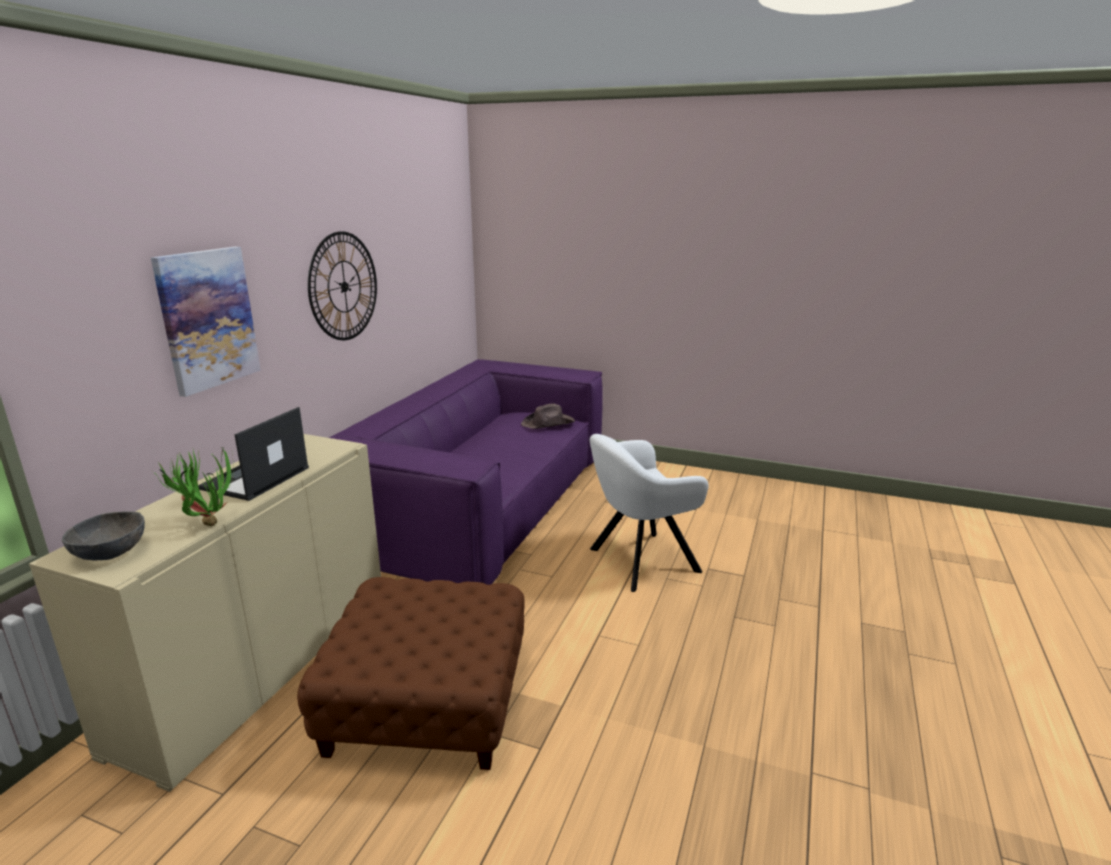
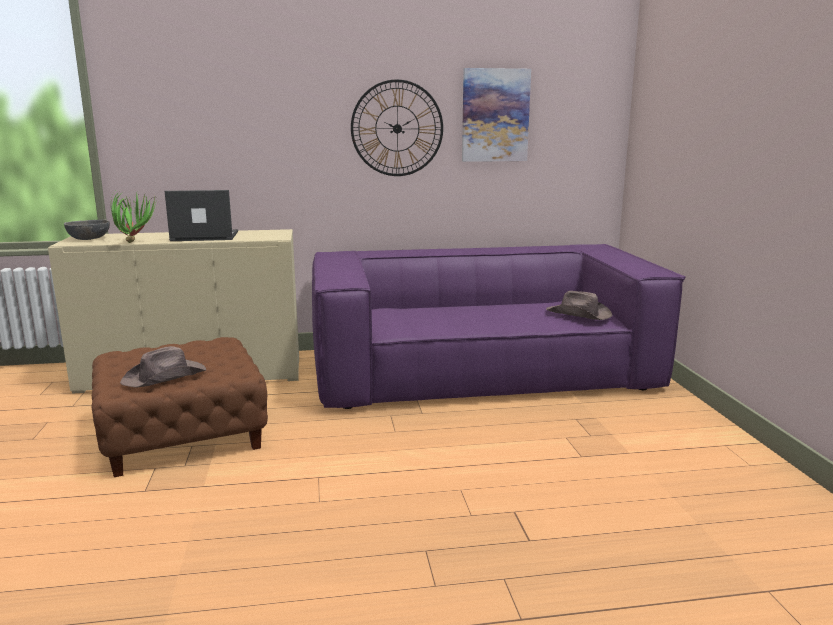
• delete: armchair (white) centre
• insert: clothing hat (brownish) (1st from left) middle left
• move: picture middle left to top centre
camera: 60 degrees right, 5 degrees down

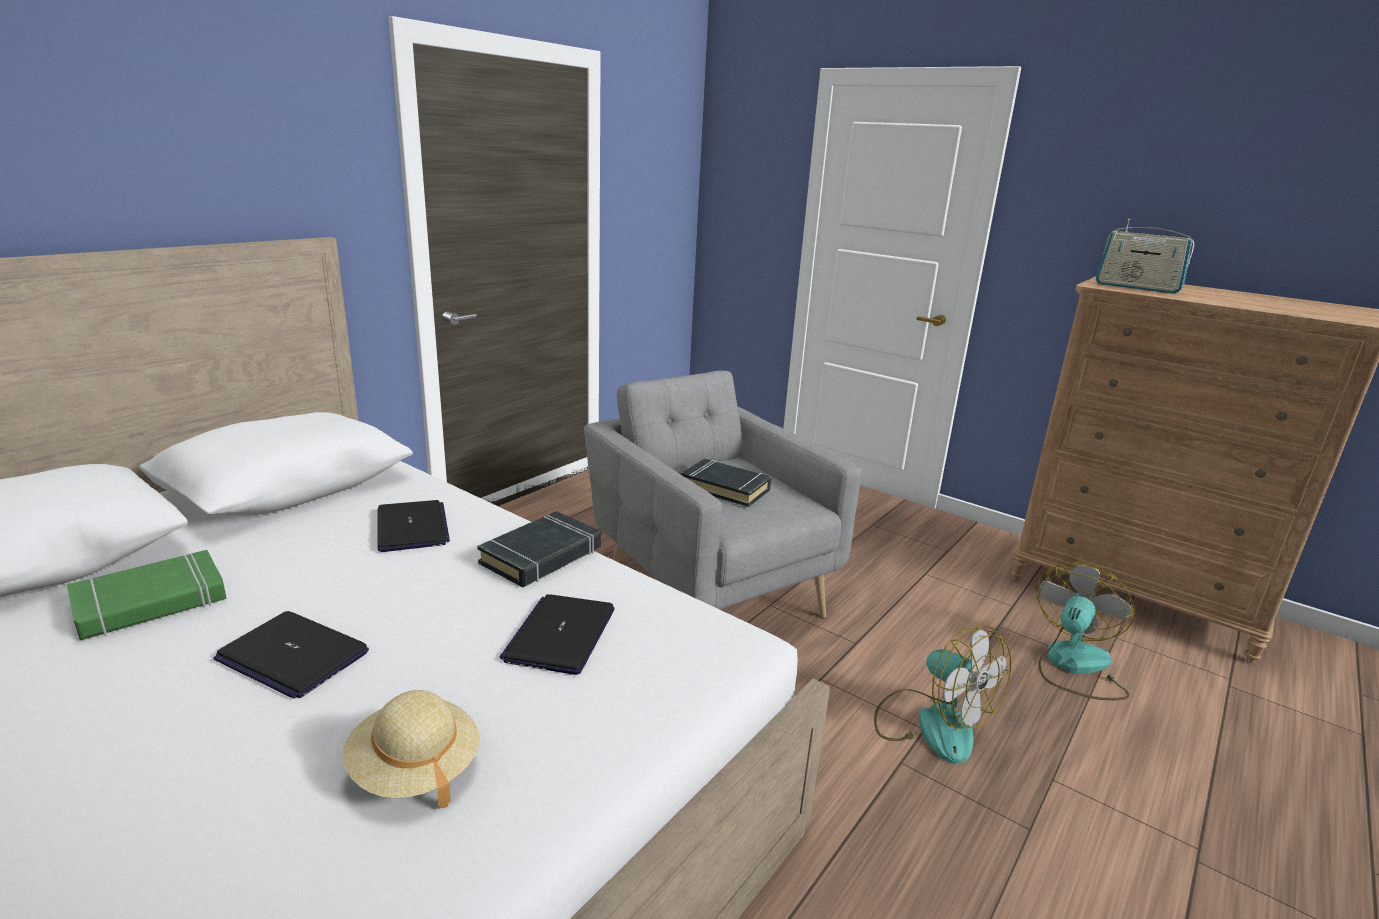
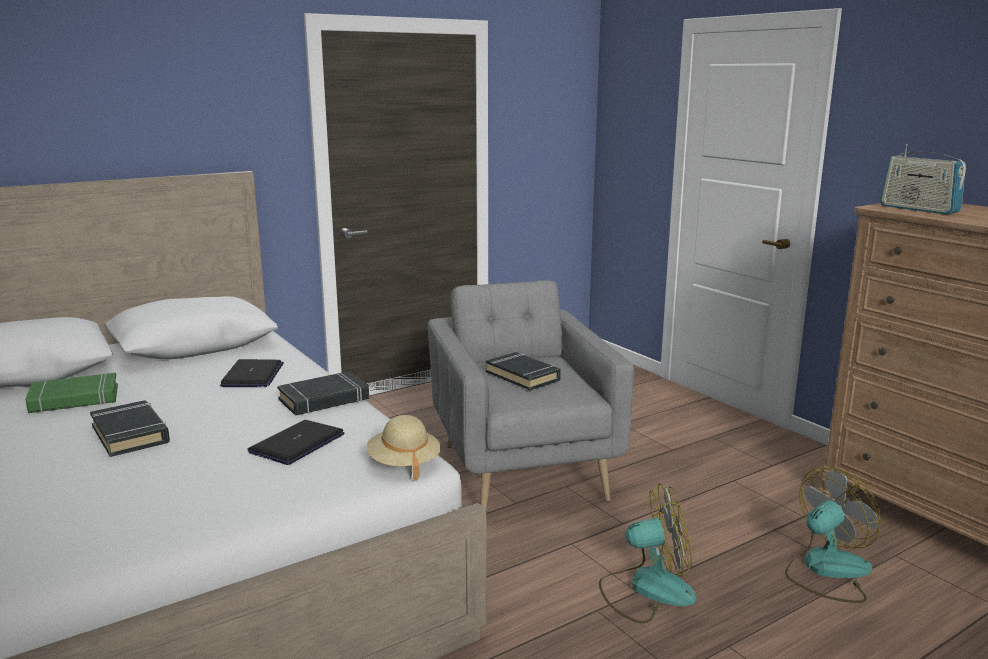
• move: clothing hat (beige) bottom left to bottom centre
• replace: portable computer (1st from left) bottom left to book (black) (1st from left) middle left
• rotate: electric fan (1st from left) bottom right = bottom centre 75 degrees counterclockwise
camera: 20 degrees right, 5 degrees down

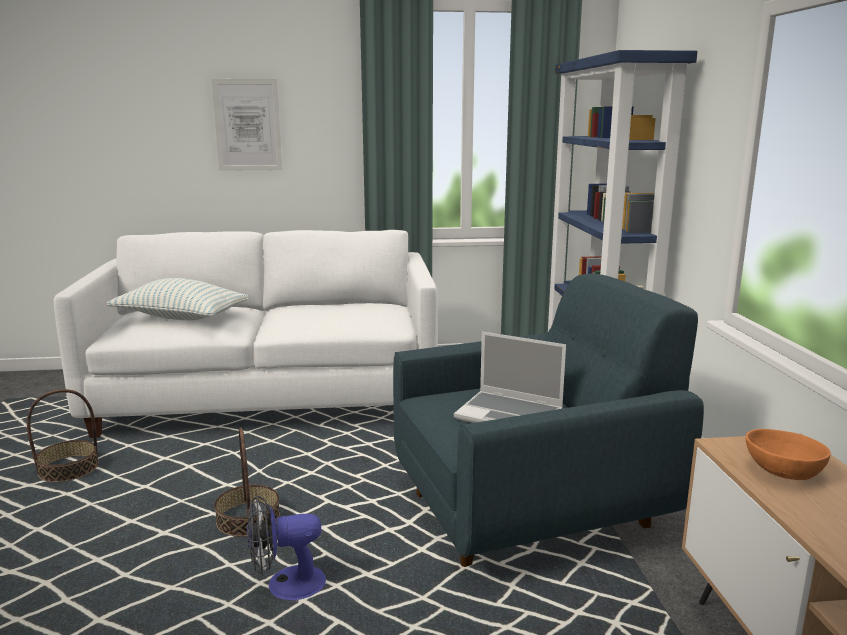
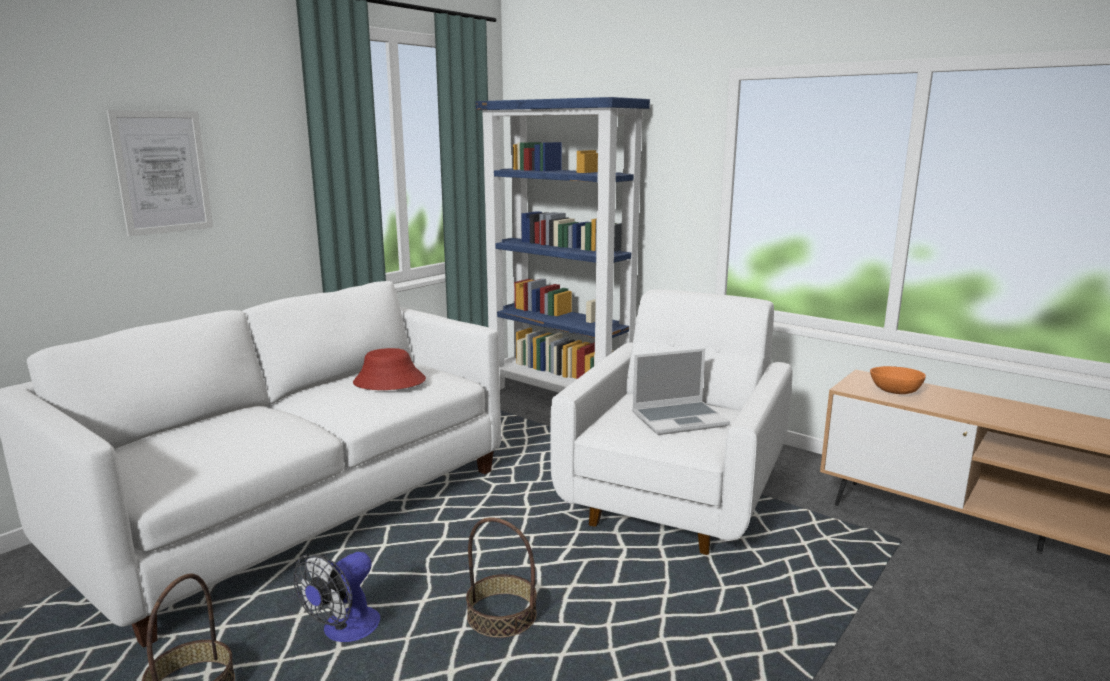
• delete: pillow middle left
• insert: clothing hat (red) centre
• move: electric fan bottom centre to bottom left
• recolor: armchair (blue-coloured) centre to armchair (white) centre
camera: 45 degrees left, 0 degrees up

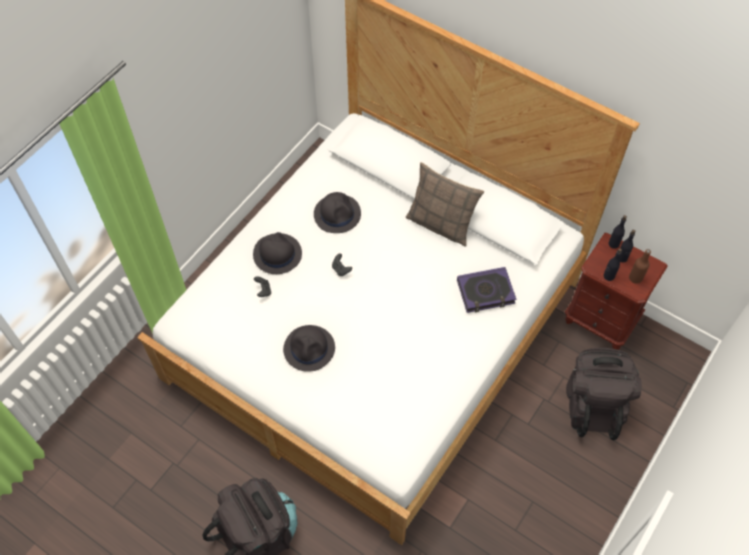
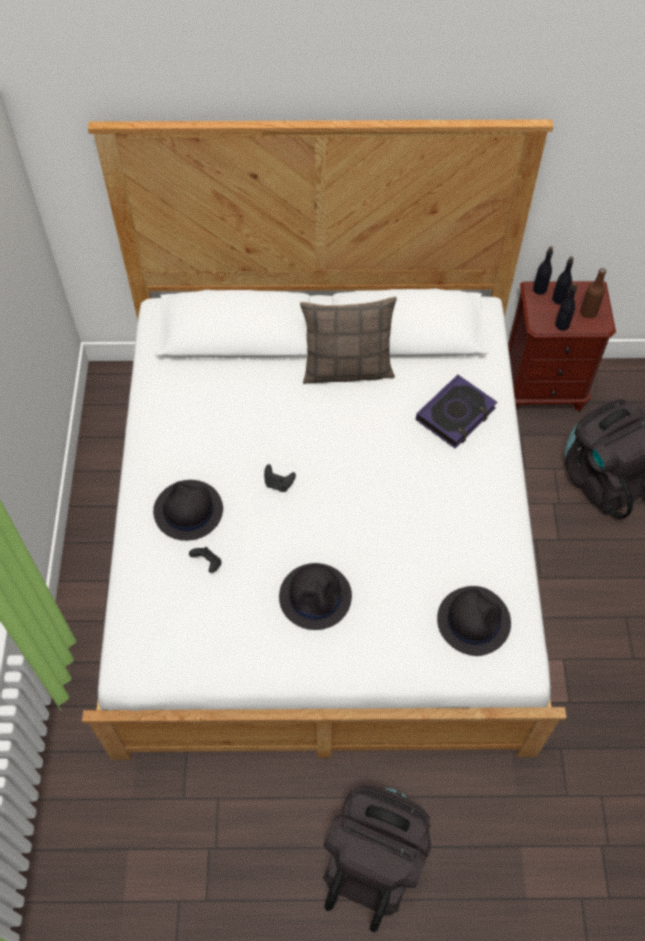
• move: clothing hat (black) (3rd from left) centre to middle right
camera: 35 degrees left, 0 degrees up

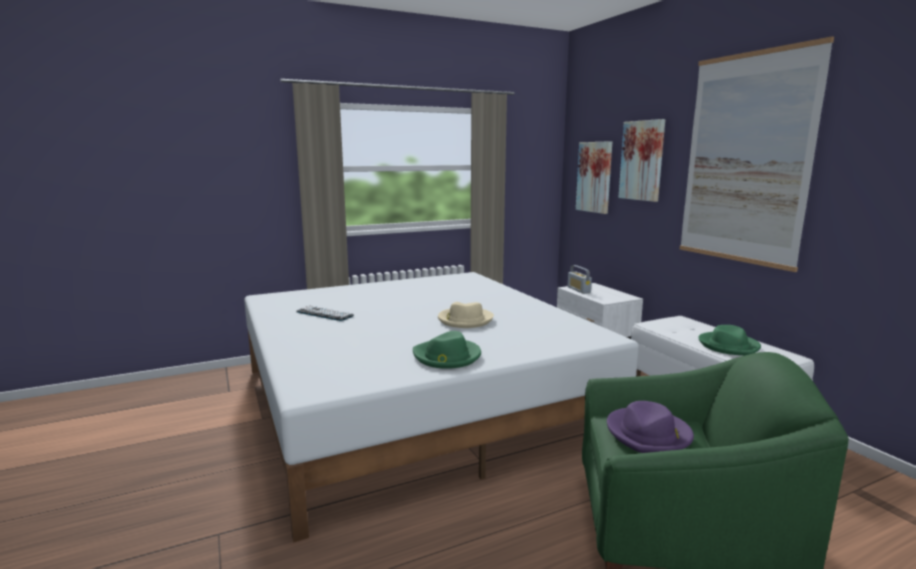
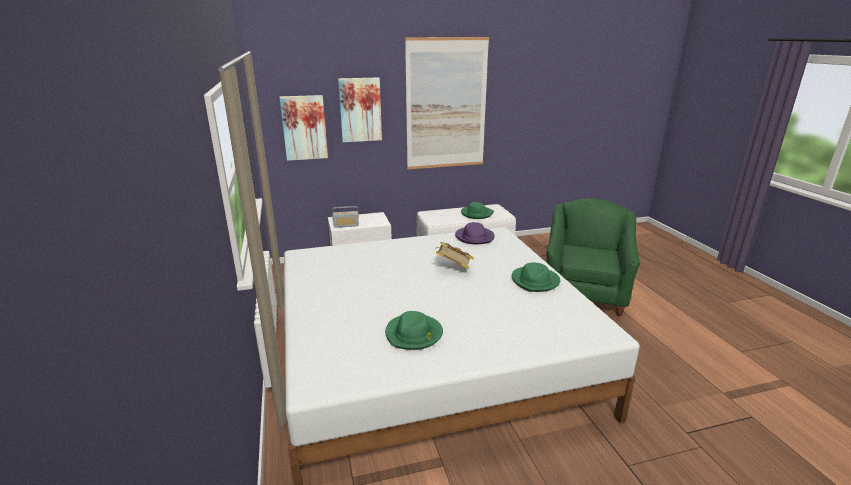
• move: clothing hat (purplish) bottom right to centre
• replace: keyboard centre to clothing hat (green) (1st from left) bottom centre
• replace: clothing hat (beige) centre to book centre
camera: 80 degrees left, 10 degrees up

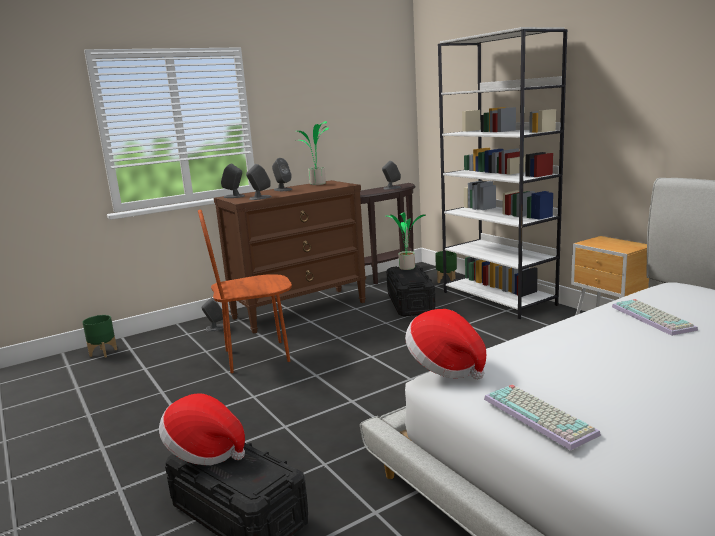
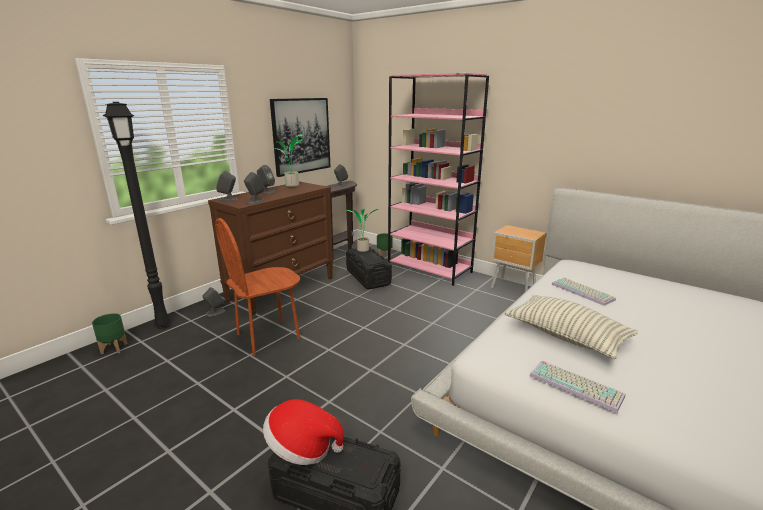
• delete: clothing hat (2nd from left) centre
• insert: standard lamp (black) middle left
• insert: picture top centre
• insert: pillow middle right
• recolor: bookcase (white) top right to bookcase (pink) centre
camera: 20 degrees left, 5 degrees up

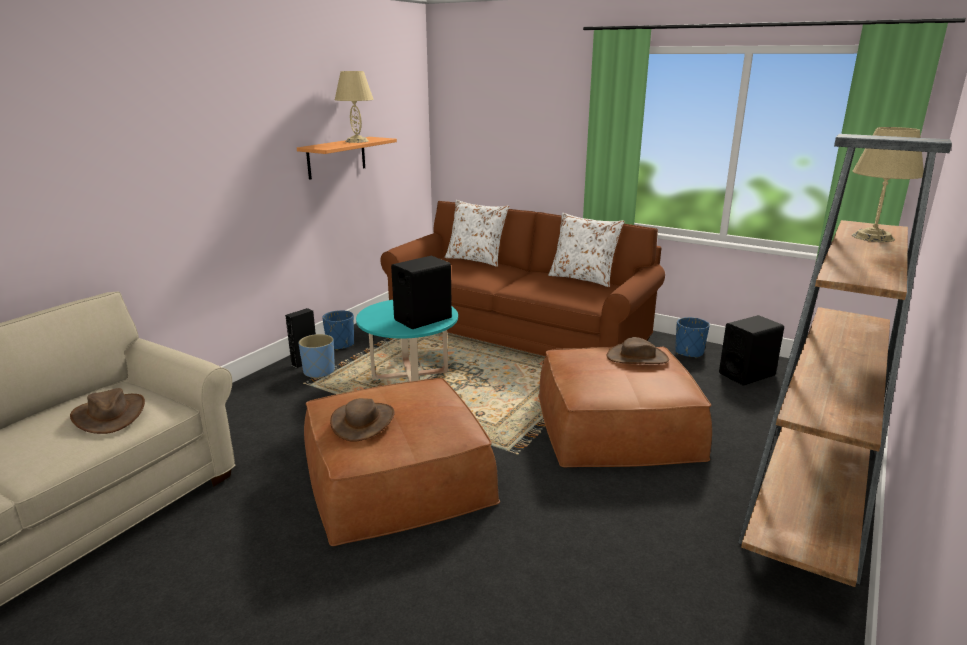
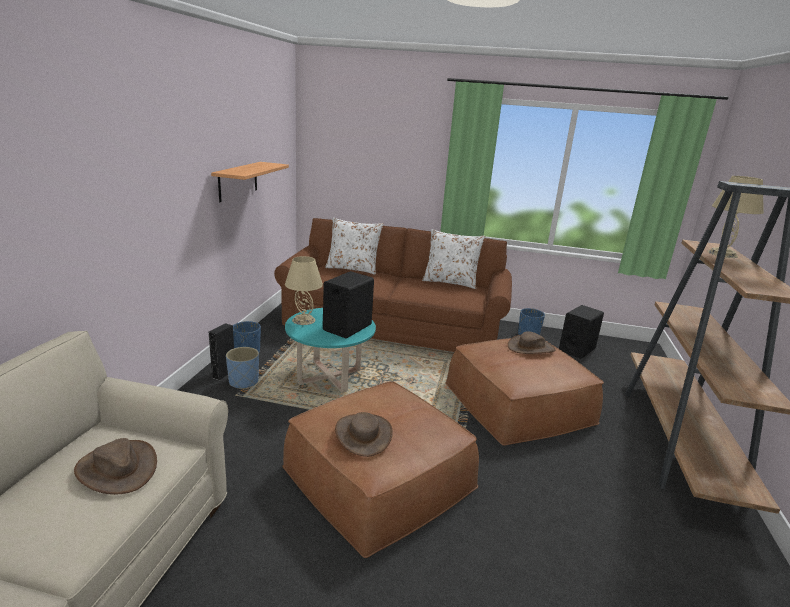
• move: lamp for a table (beige) (1st from left) top centre to centre
camera: 20 degrees left, 0 degrees up

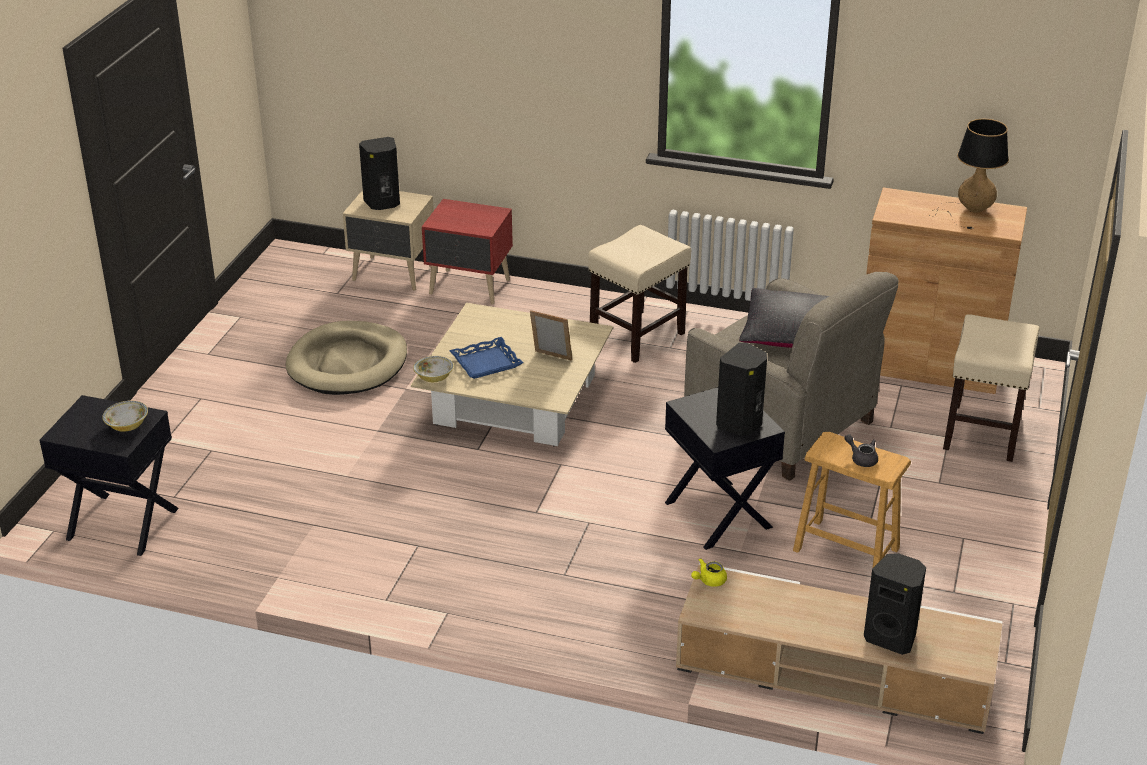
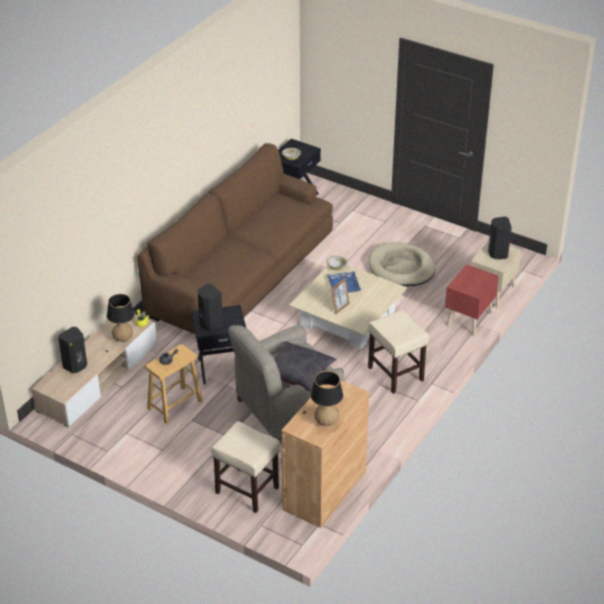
• insert: lamp for a table (1st from left) middle left
• insert: settee (brownish) centre
camera: 105 degrees right, 5 degrees up

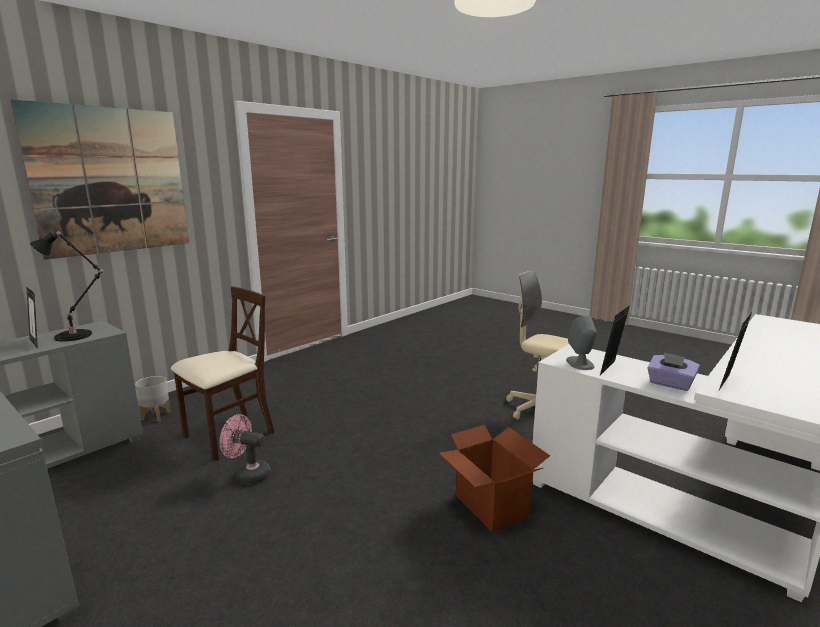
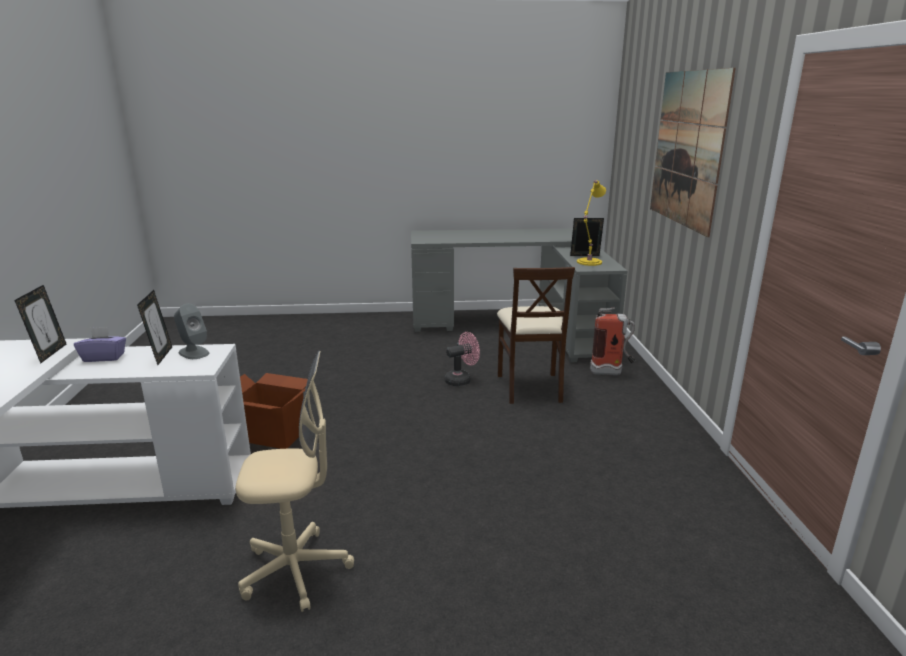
• replace: plant pot (grey) middle left to extinguisher middle right
• recolor: lamp for a table (black) middle left to lamp for a table (yellow-coloured) centre
camera: 135 degrees right, 5 degrees up

